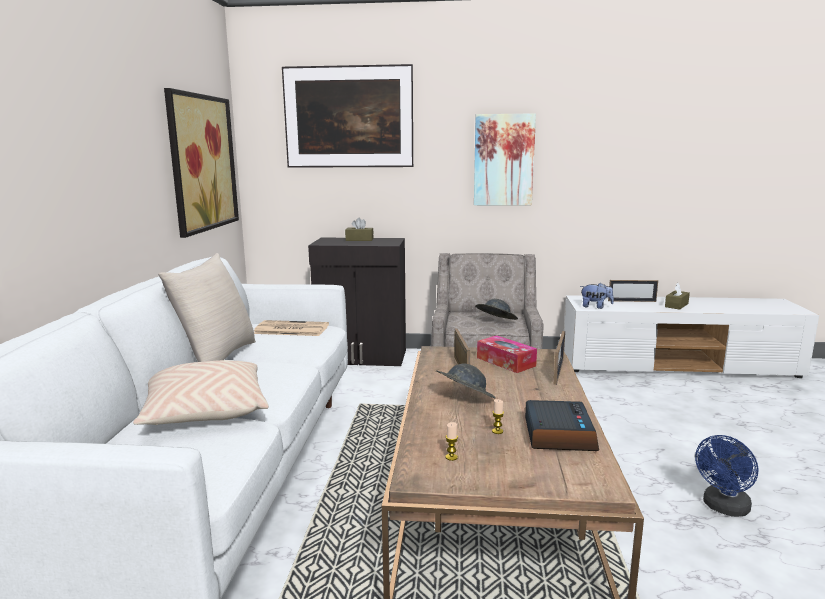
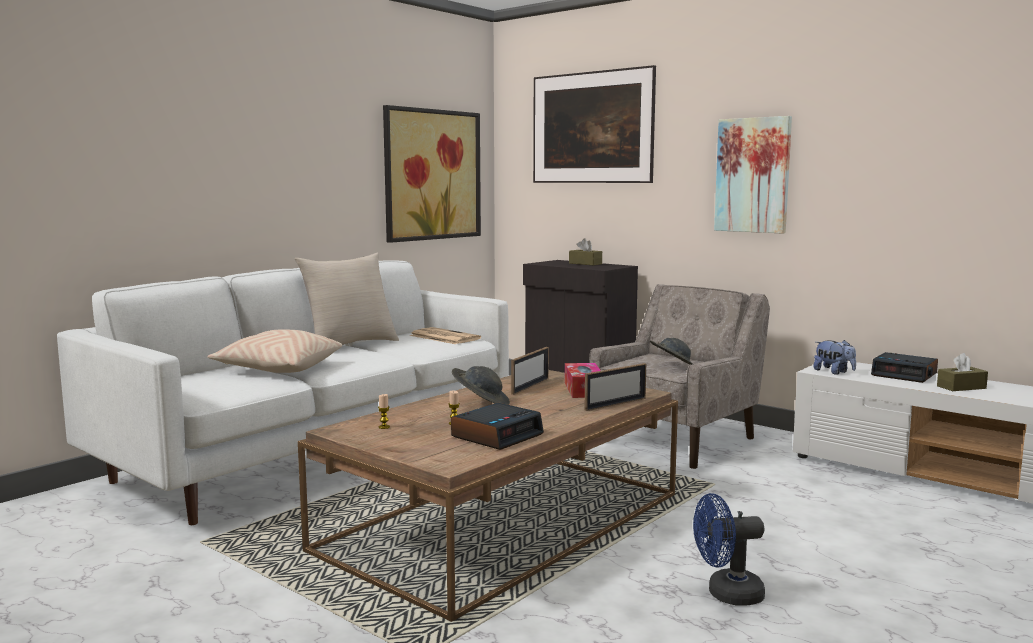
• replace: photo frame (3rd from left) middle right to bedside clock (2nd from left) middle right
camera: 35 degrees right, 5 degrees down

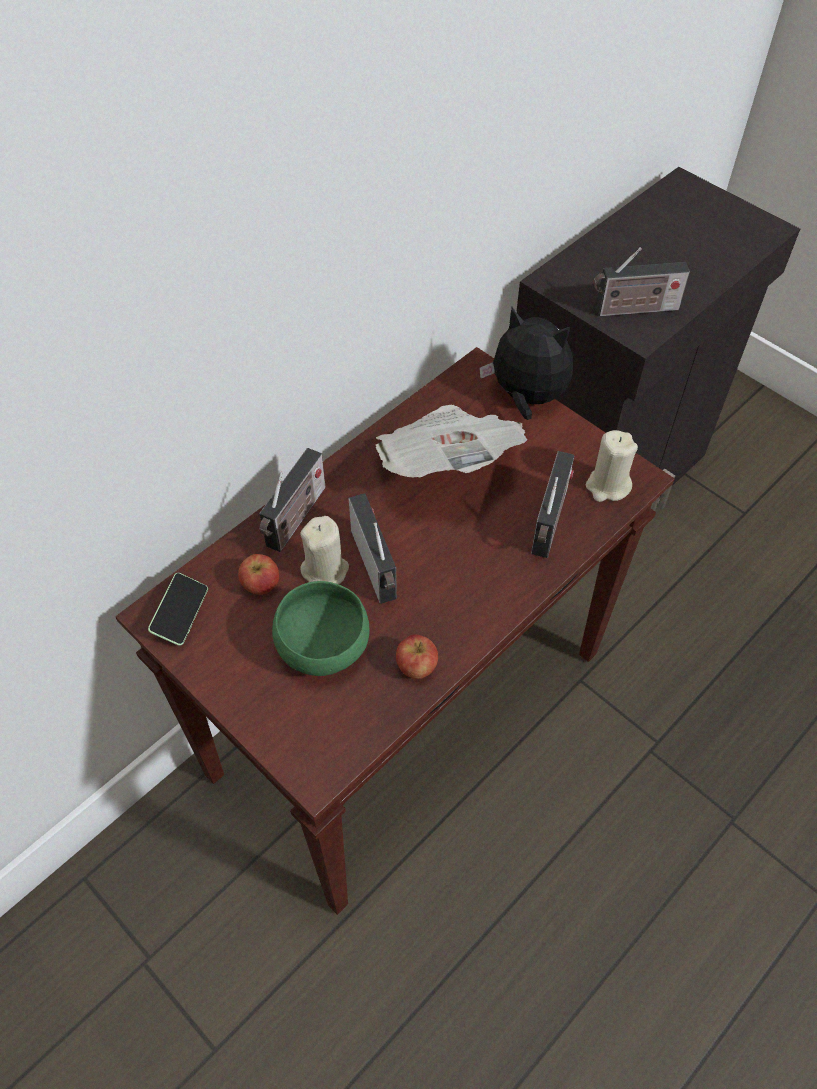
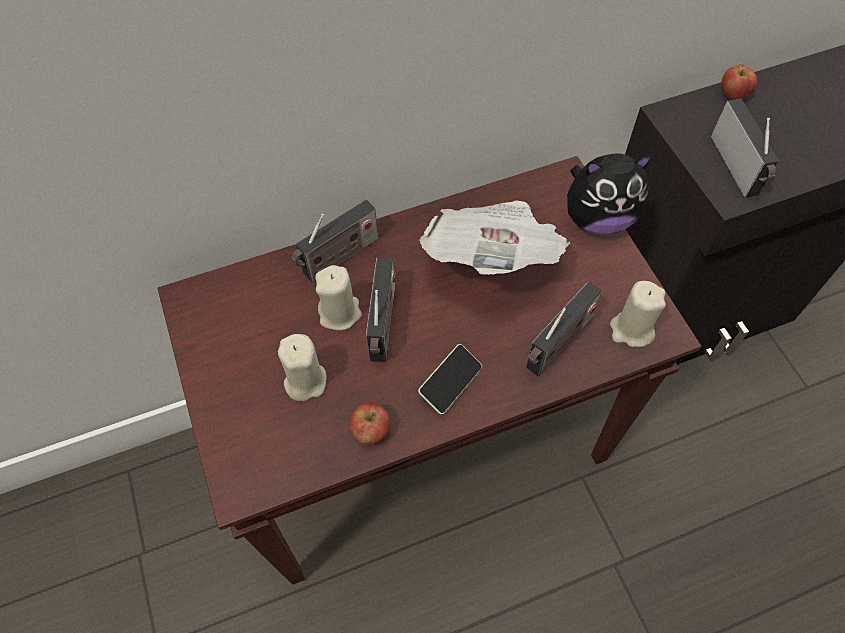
• move: phone middle left to centre
• move: apple fruit (1st from left in the first image) middle left to apple fruit (2nd from left) top right
• replace: serving bowl (green) centre to wax light (beige) (1st from left) centre
• rotate: plush toy centre = top right 120 degrees clockwise
• rotate: radio set (4th from left) top right = top right 120 degrees counterclockwise
camera: 25 degrees right, 5 degrees up

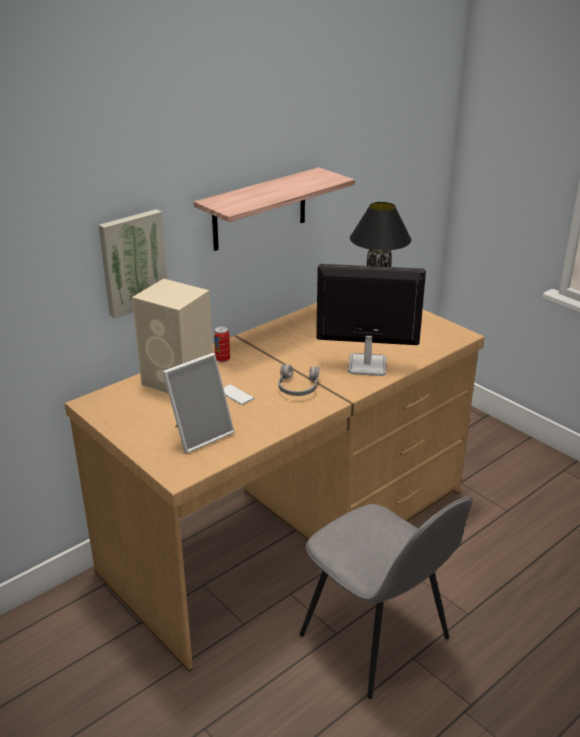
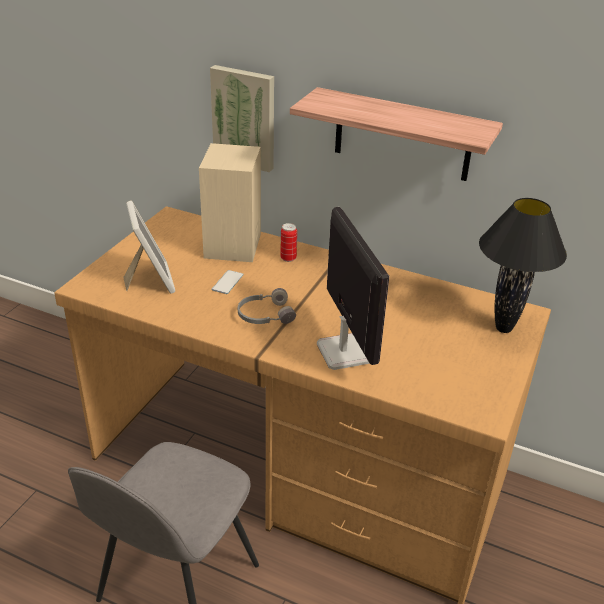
• rotate: photo frame centre = middle left 135 degrees counterclockwise
camera: 65 degrees right, 5 degrees up

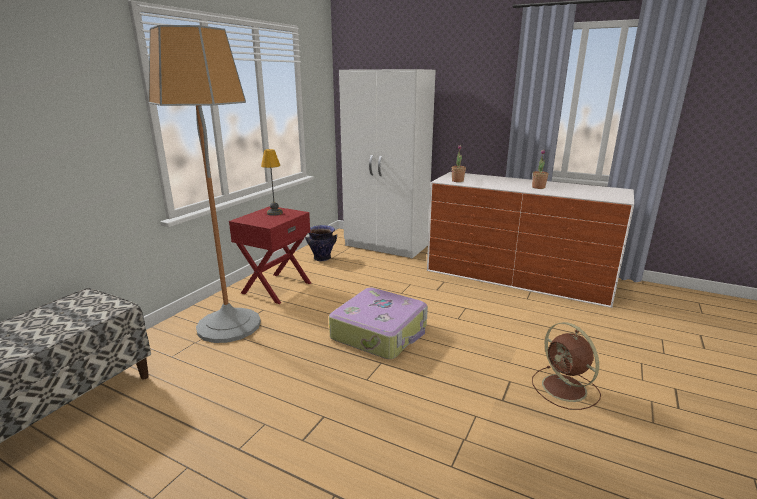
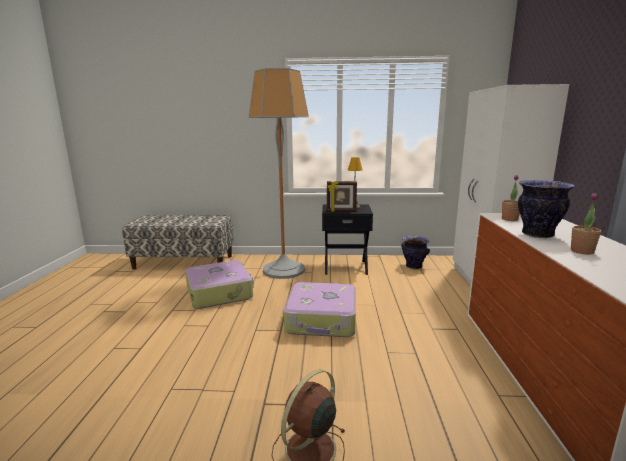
• insert: piece of luggage (1st from left) centre
• insert: photo frame centre
• insert: vase (2nd from left) middle right
• recolor: nightstand (red) centre to nightstand (black) centre
camera: 65 degrees right, 5 degrees down

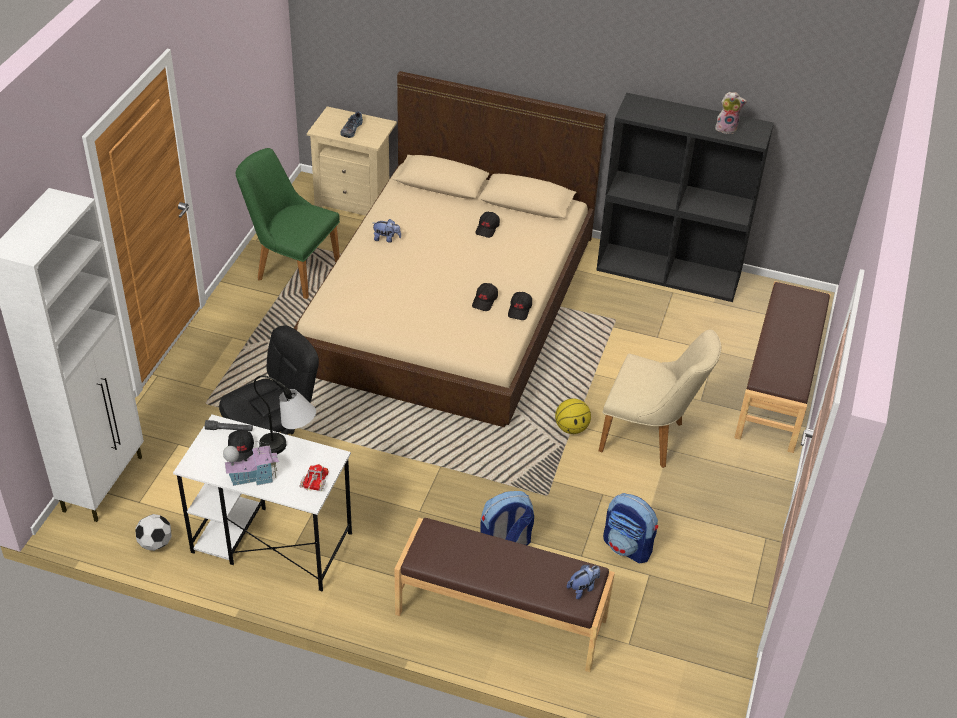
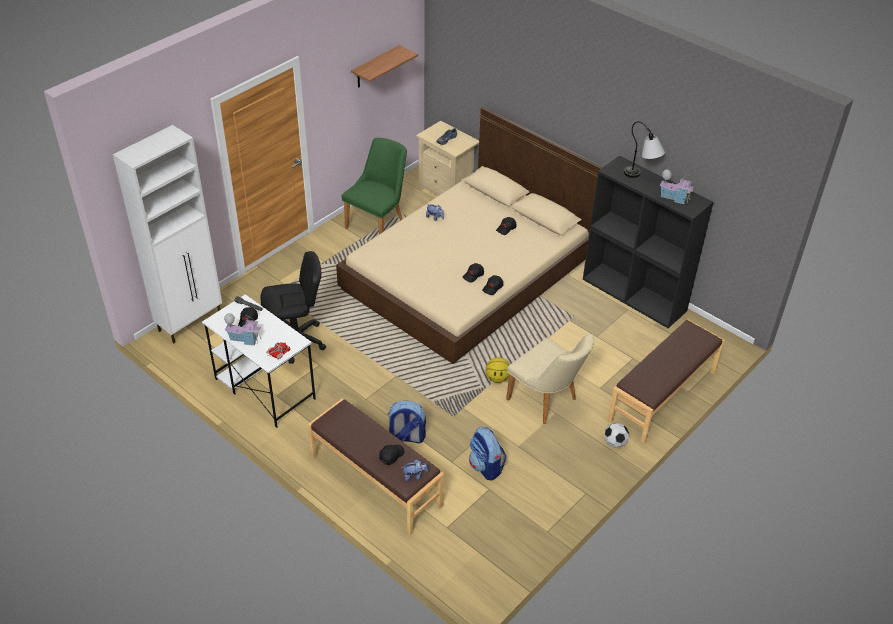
• insert: wall shelf top centre
• insert: baseball cap (black) (2nd from left) bottom centre
• move: ball for football bottom left to bottom right
• move: lamp for a table middle left to top right
• replace: plush toy (3rd from left) top right to toy house (2nd from left) top right
• rotate: chair (green) top left = top centre 75 degrees clockwise
camera: 25 degrees right, 0 degrees up

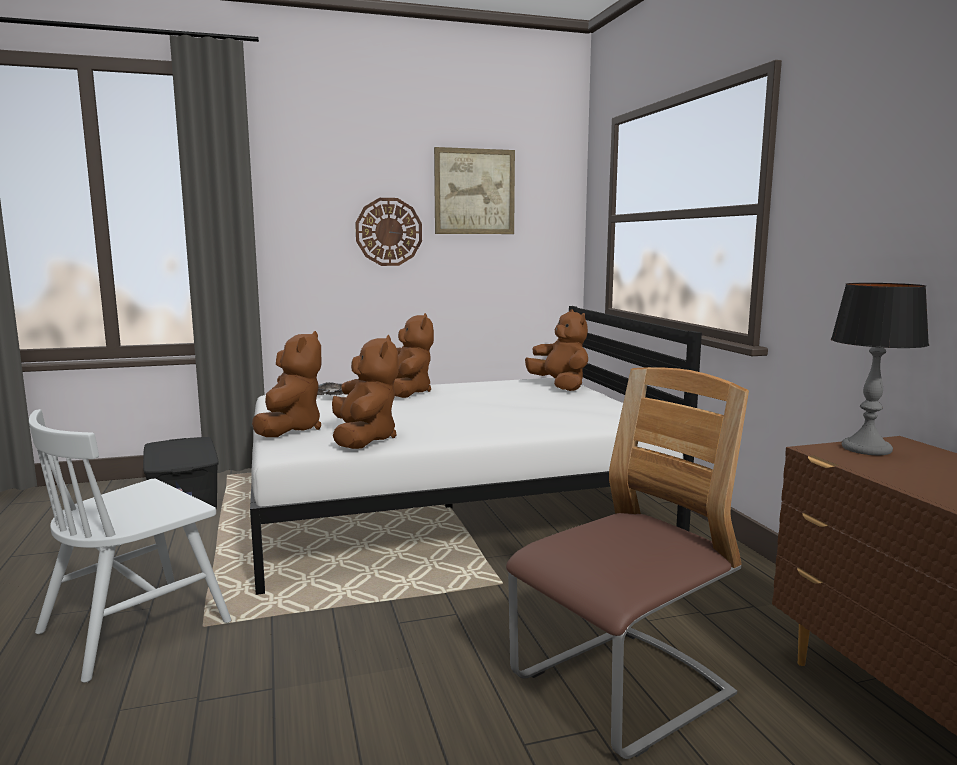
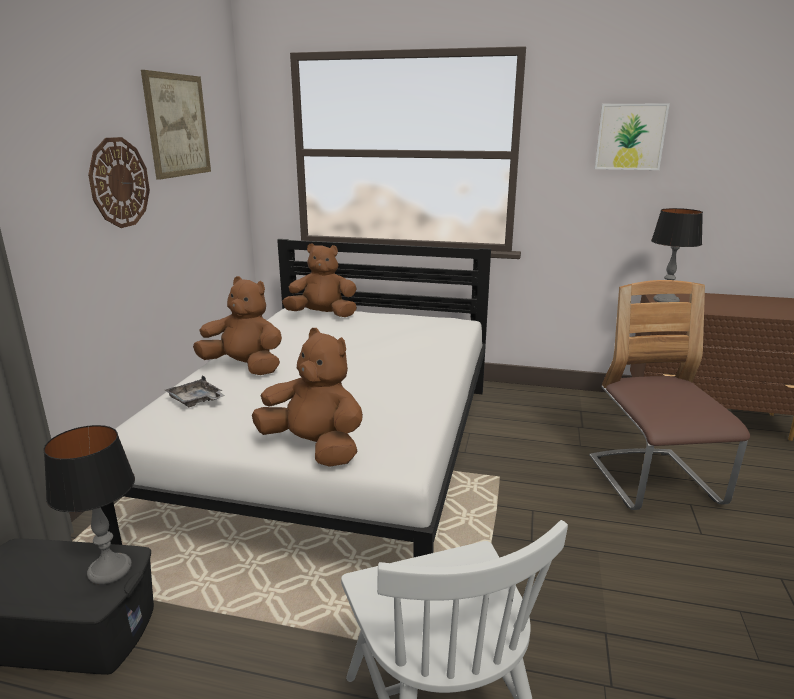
• delete: plush toy (brownish) (2nd from left) centre
• insert: lamp for a table (1st from left) bottom left
• insert: picture (2nd from left) top right
camera: 60 degrees left, 10 degrees up

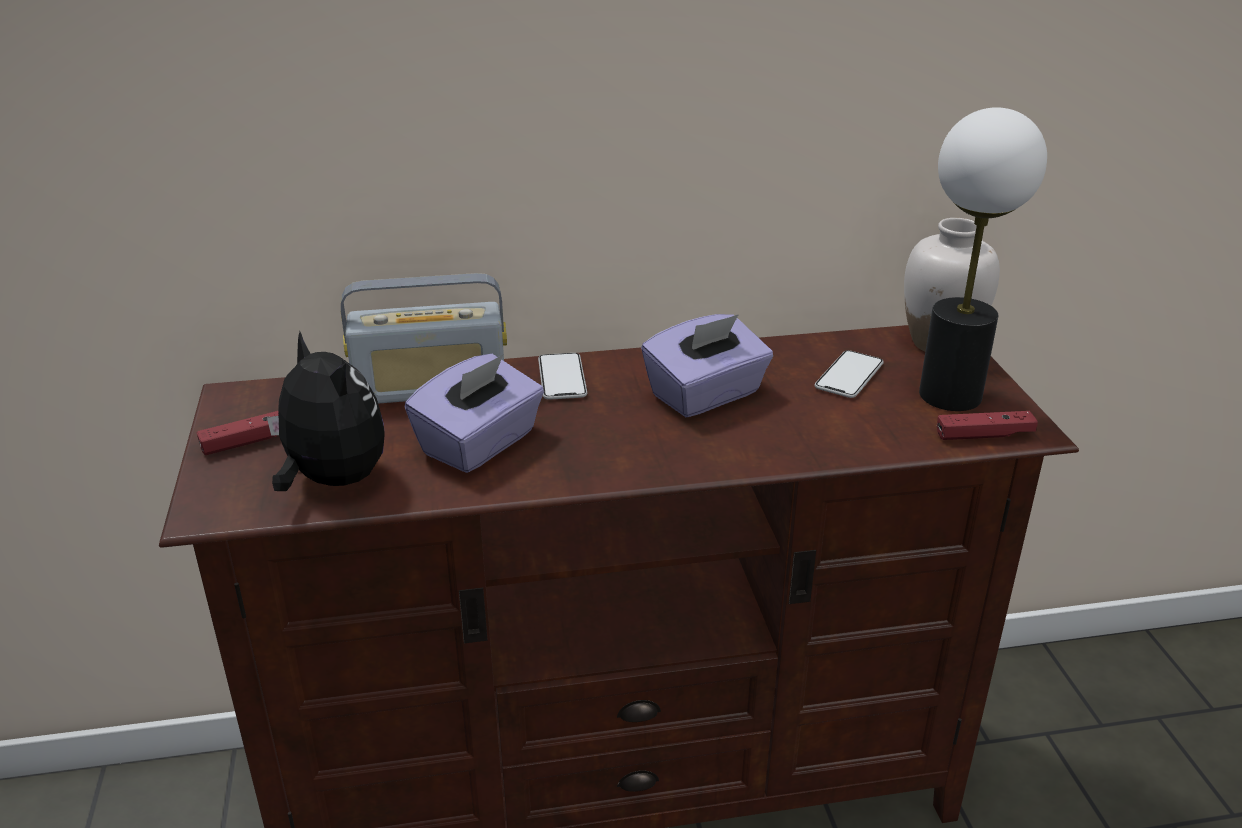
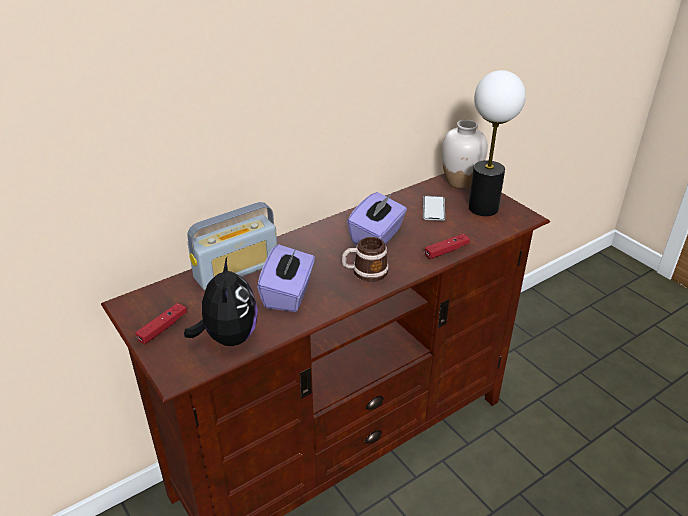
• delete: phone (1st from left) centre
• insert: tea mug centre
• move: joypad (red) (2nd from left) middle right to centre
• rotate: plush toy middle left = middle left 60 degrees clockwise
camera: 25 degrees left, 5 degrees up

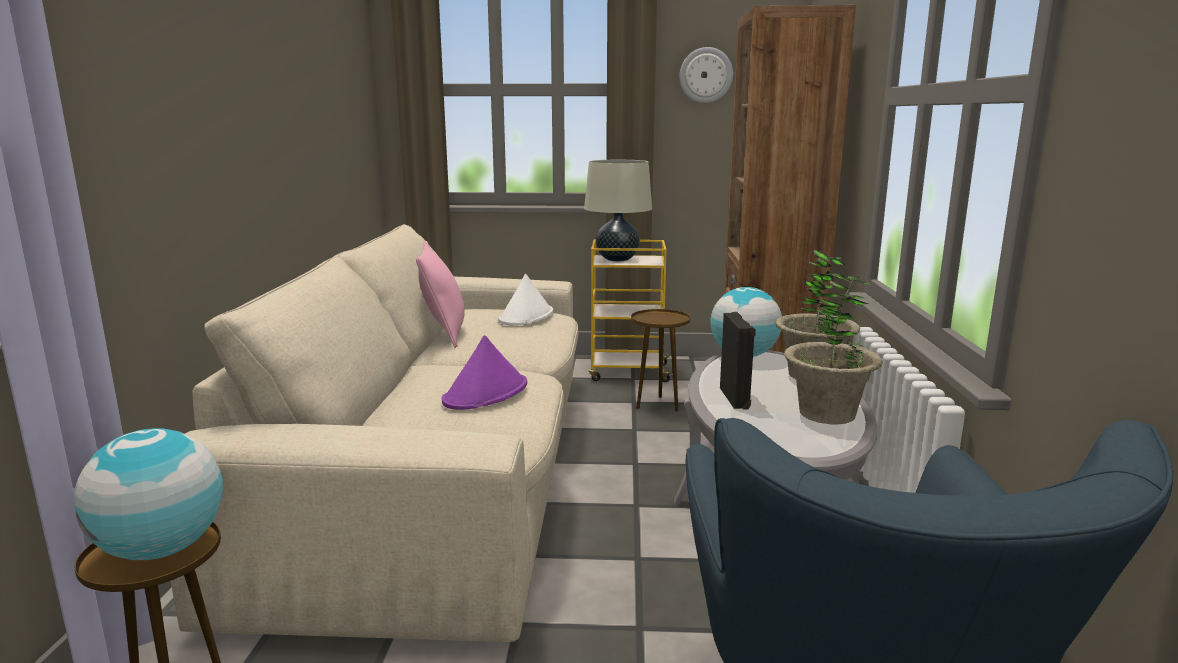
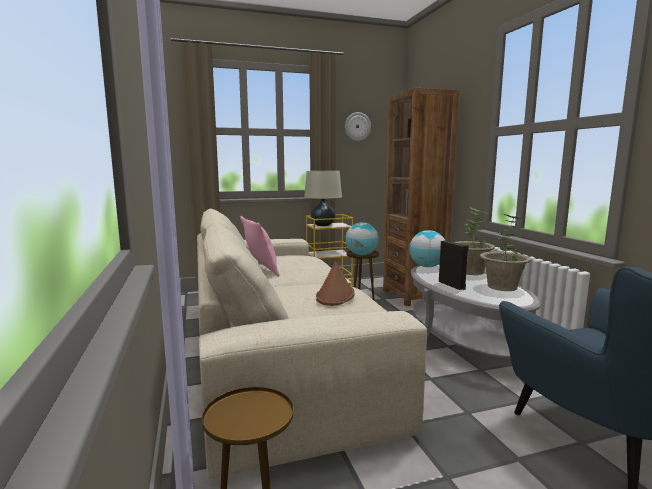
• delete: clothing hat (white) centre
• move: world globe (1st from left) bottom left to centre
• recolor: clothing hat (purplish) centre to clothing hat (brownish) centre
camera: 20 degrees left, 5 degrees down

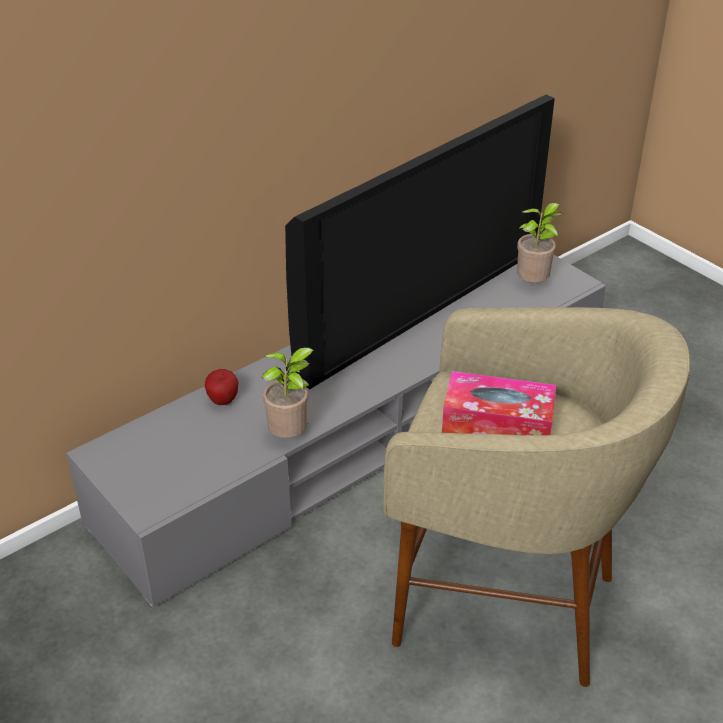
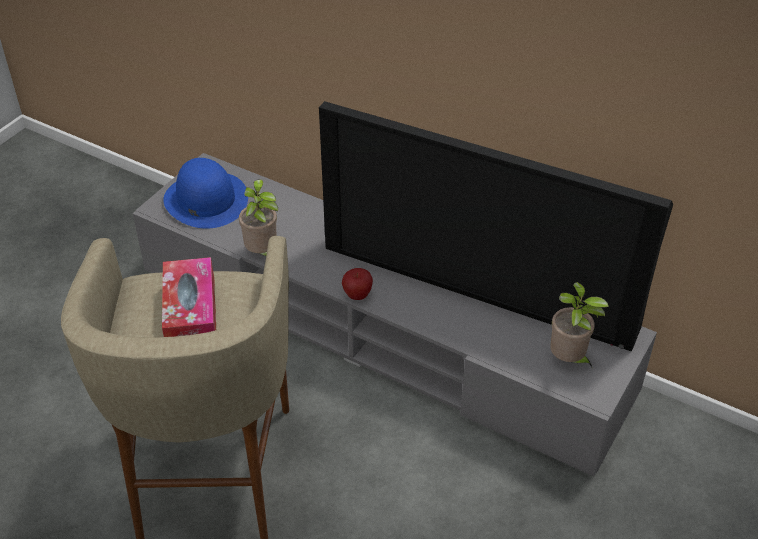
• insert: clothing hat (blue-coloured) middle left
• move: apple fruit middle left to centre
camera: 70 degrees right, 5 degrees up

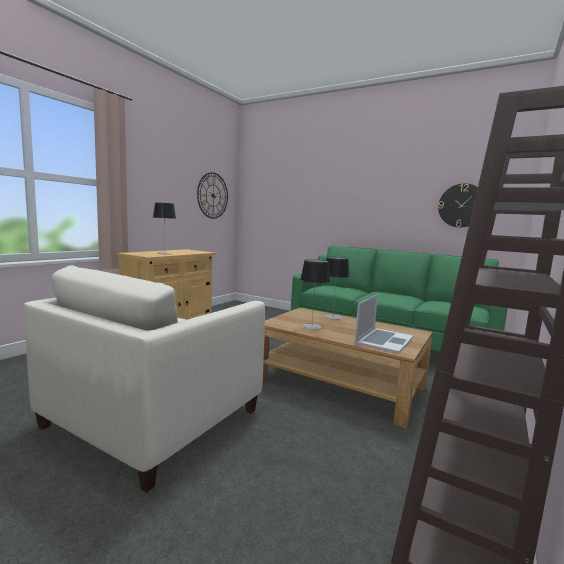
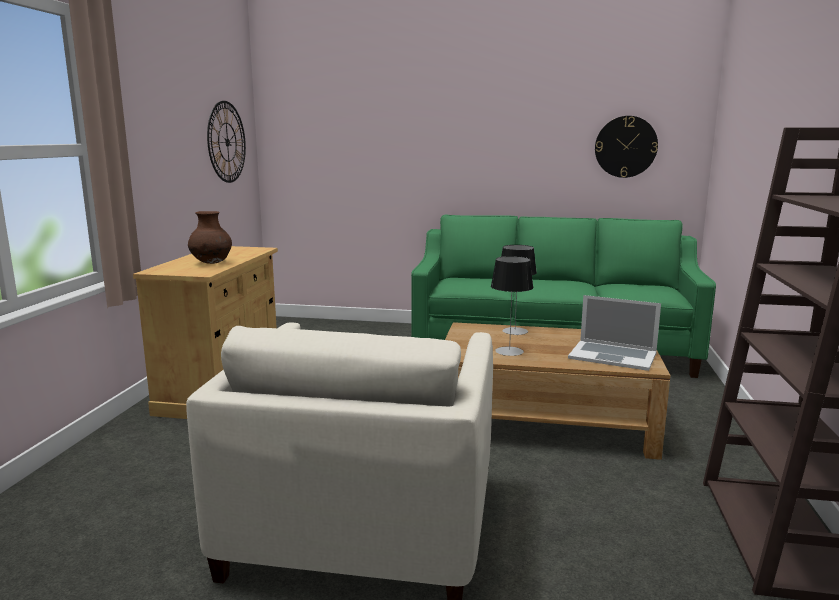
• replace: lamp for a table (1st from left) middle left to vase (brownish) middle left
• rotate: portable computer middle right = middle right 105 degrees clockwise
camera: 20 degrees left, 5 degrees up

